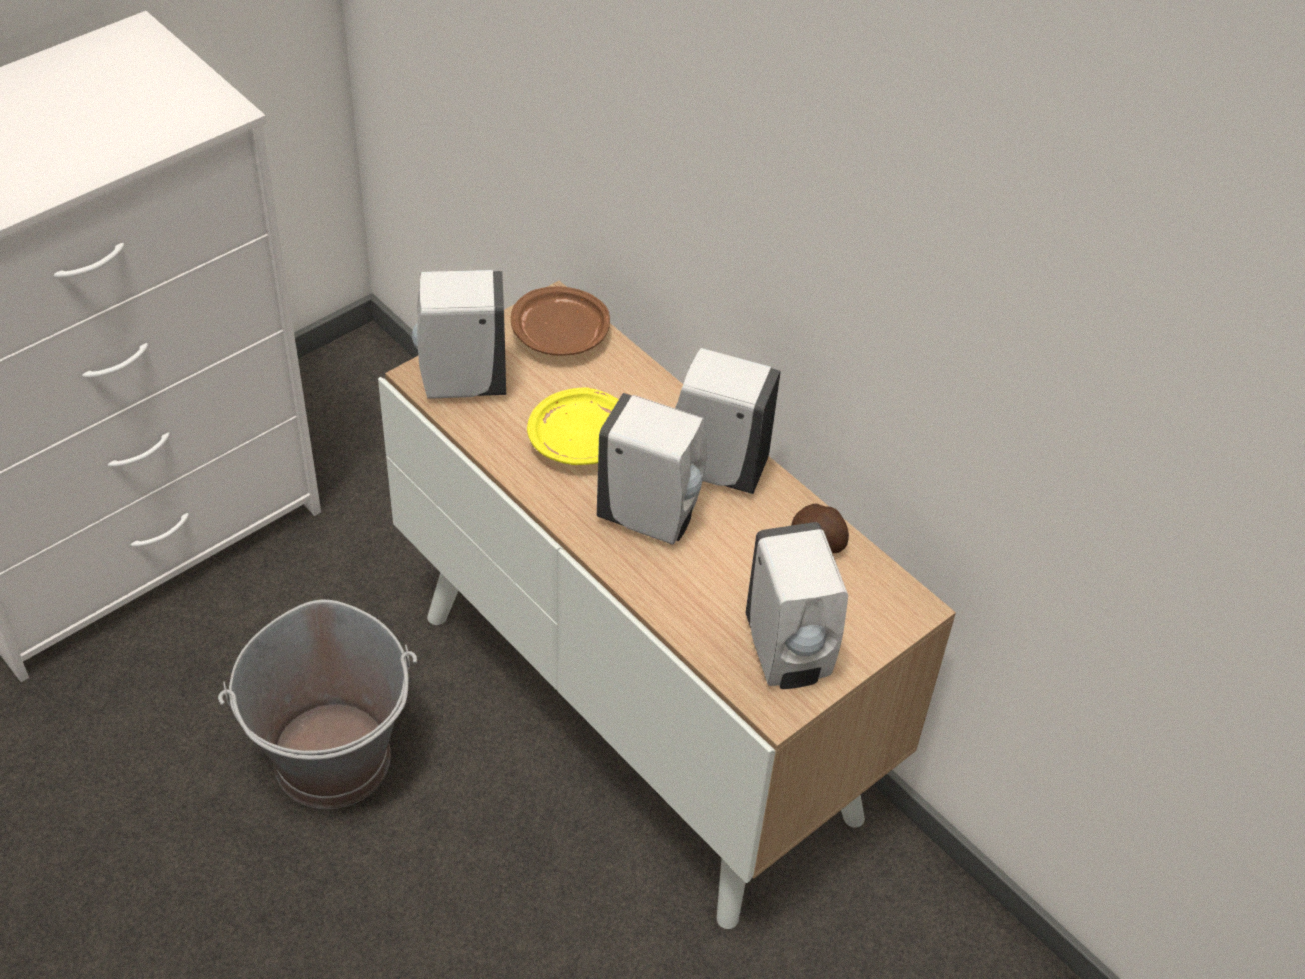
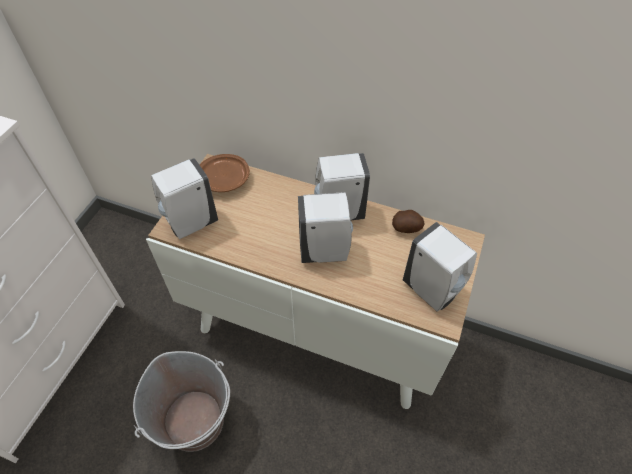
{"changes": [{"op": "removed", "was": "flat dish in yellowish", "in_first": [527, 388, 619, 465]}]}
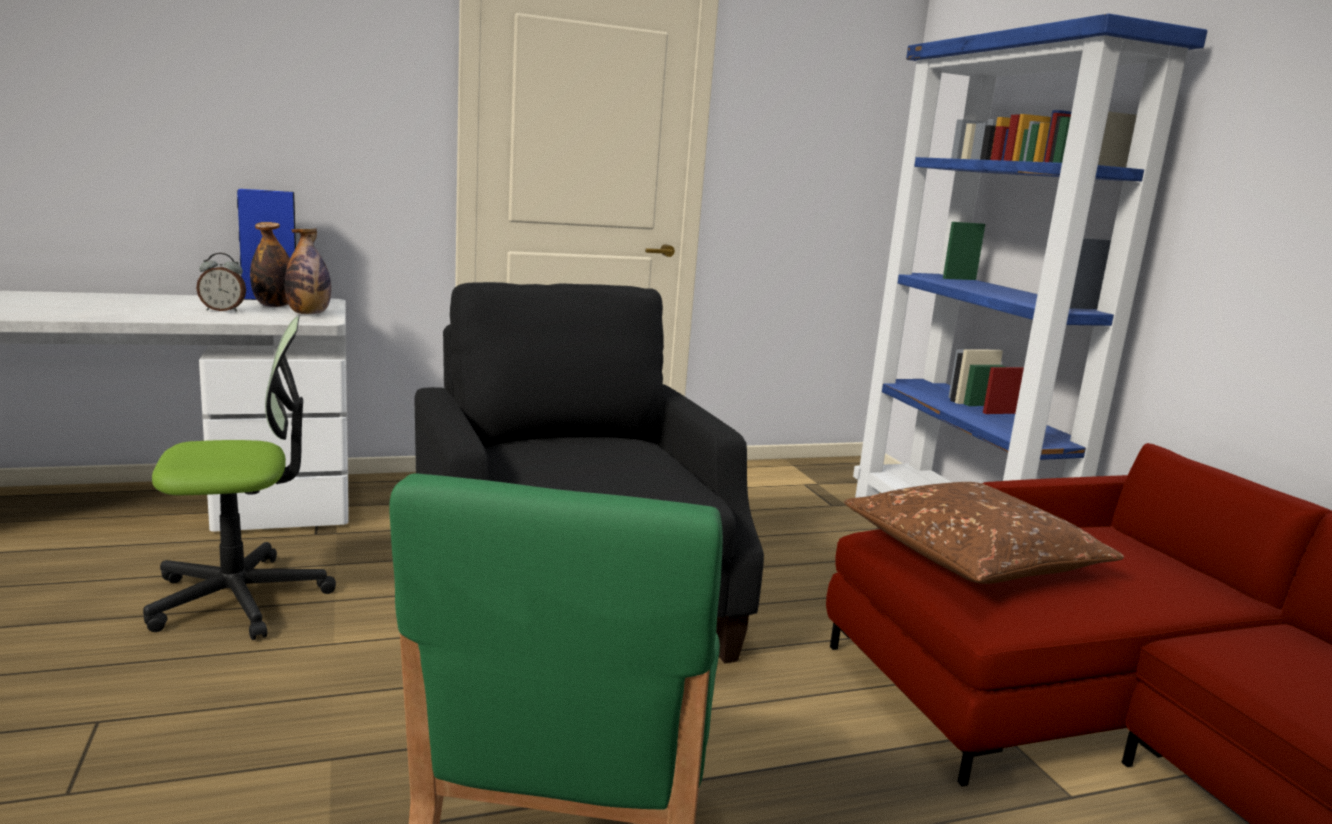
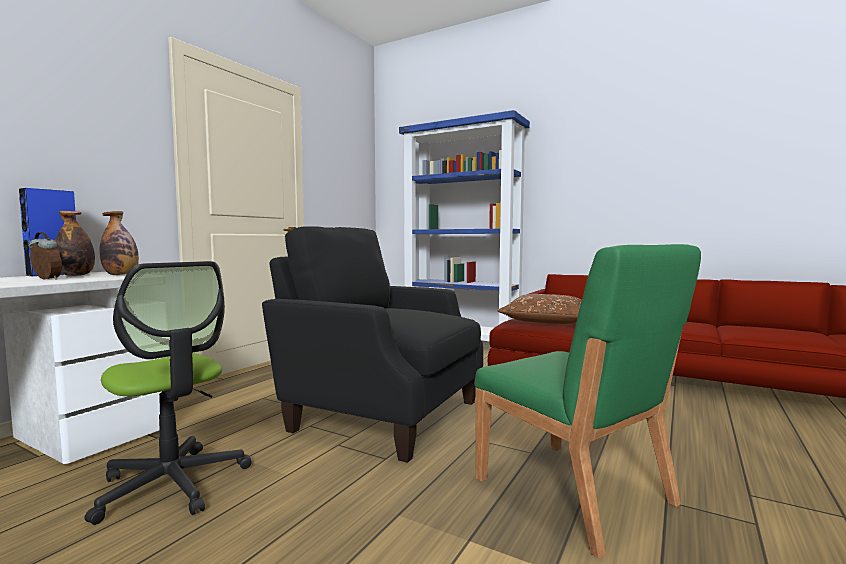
{"changes": [{"op": "turned", "was": "computer chair", "in_first": [143, 317, 336, 640], "in_second": [84, 261, 252, 525], "clockwise": 105}, {"op": "turned", "was": "table clock", "in_first": [196, 253, 246, 312], "in_second": [28, 232, 62, 280], "clockwise": -105}]}
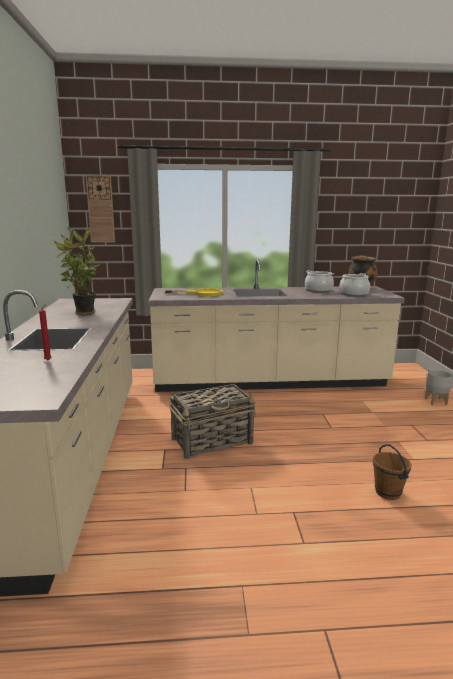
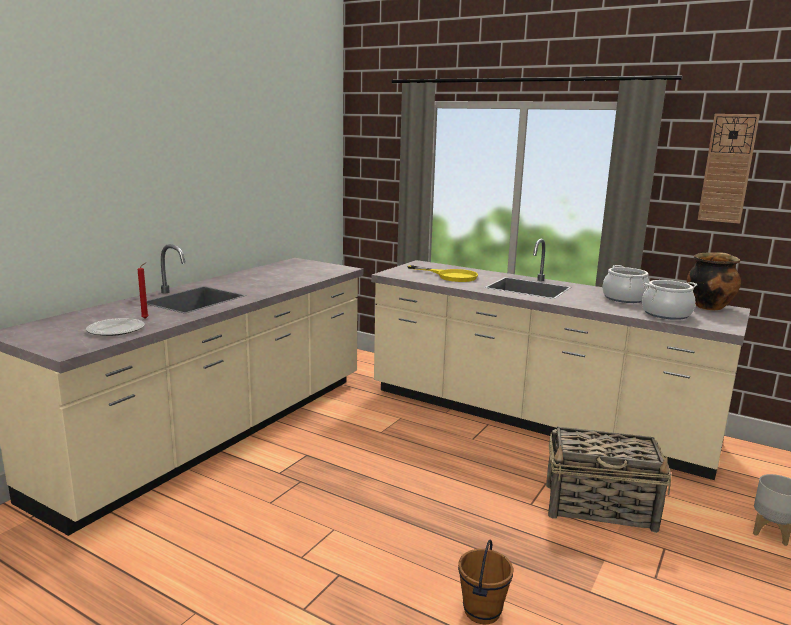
{"changes": [{"op": "removed", "was": "houseplant", "in_first": [54, 227, 101, 315]}, {"op": "moved", "was": "clock on the wall", "in_first": [85, 175, 115, 243], "in_second": [698, 114, 760, 224]}, {"op": "moved", "was": "household basket", "in_first": [169, 384, 256, 459], "in_second": [546, 427, 671, 533]}, {"op": "added", "now": "flat dish", "in_second": [86, 318, 145, 336]}]}
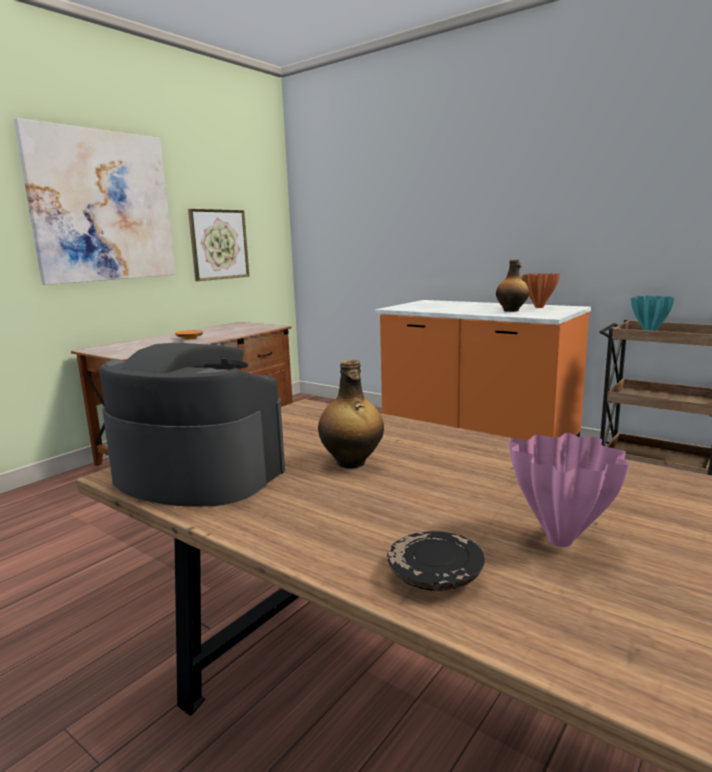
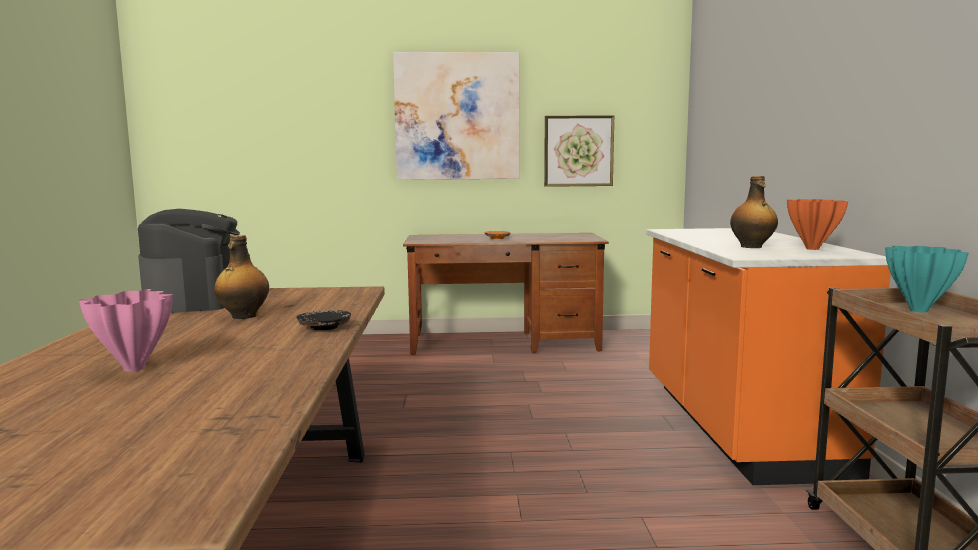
{"changes": [{"op": "moved", "was": "flat dish in black", "in_first": [387, 531, 485, 591], "in_second": [296, 310, 351, 330]}]}
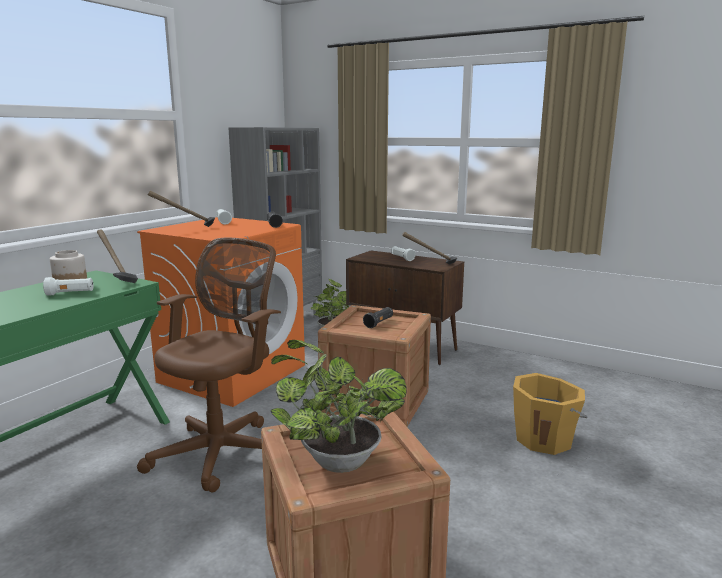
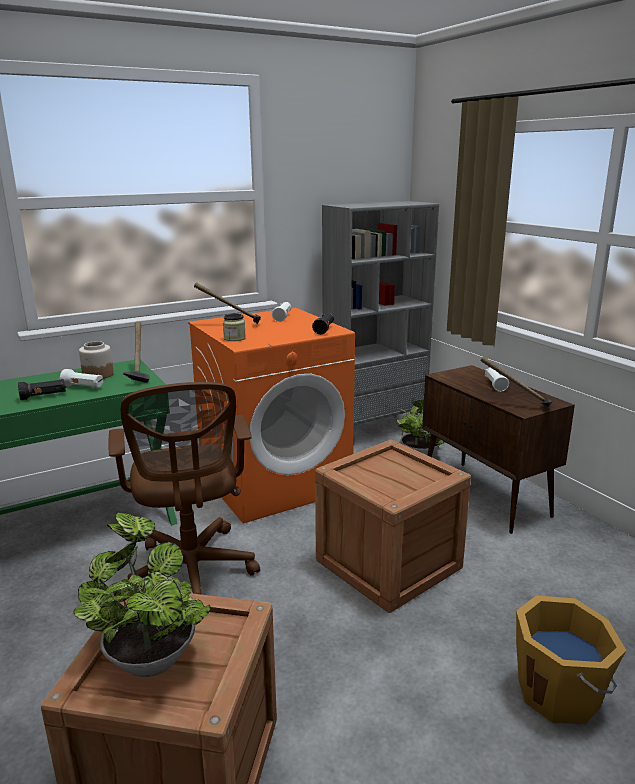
{"changes": [{"op": "turned", "was": "computer chair in brownish", "in_first": [137, 238, 281, 493], "in_second": [109, 382, 260, 595], "clockwise": 105}, {"op": "moved", "was": "flashlight in black", "in_first": [363, 307, 393, 328], "in_second": [18, 379, 66, 400]}, {"op": "added", "now": "jar", "in_second": [223, 313, 246, 341]}]}
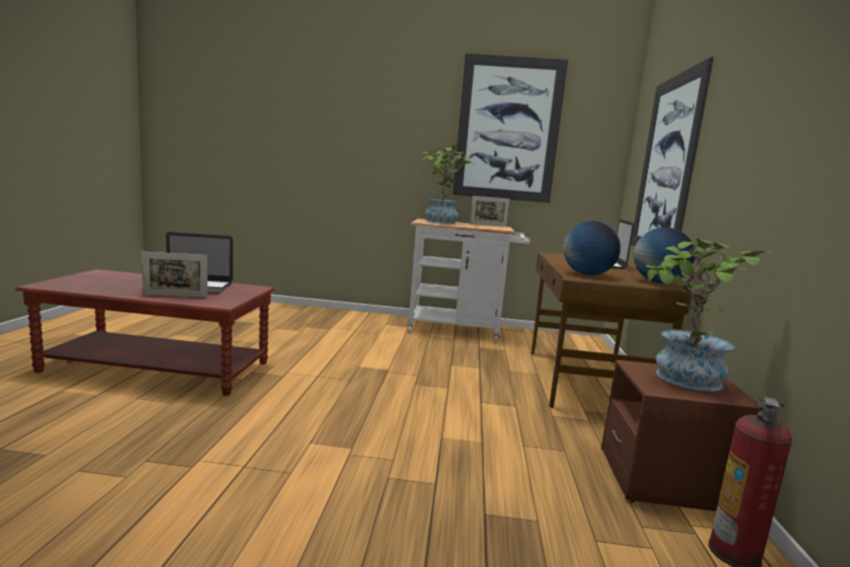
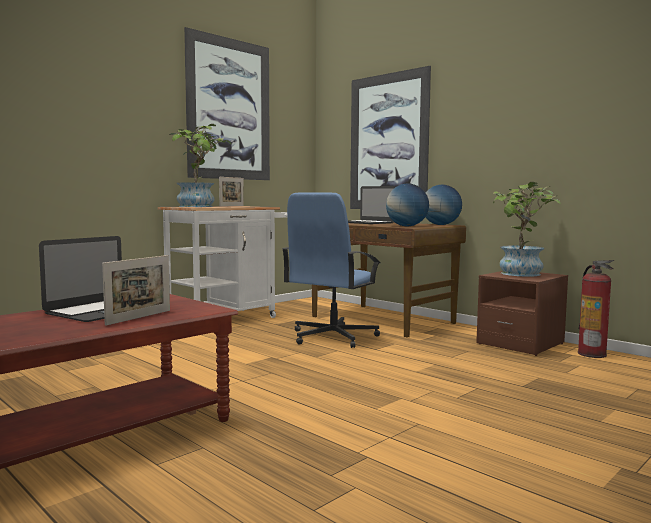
{"changes": [{"op": "added", "now": "computer chair in blue", "in_second": [282, 193, 381, 348]}]}
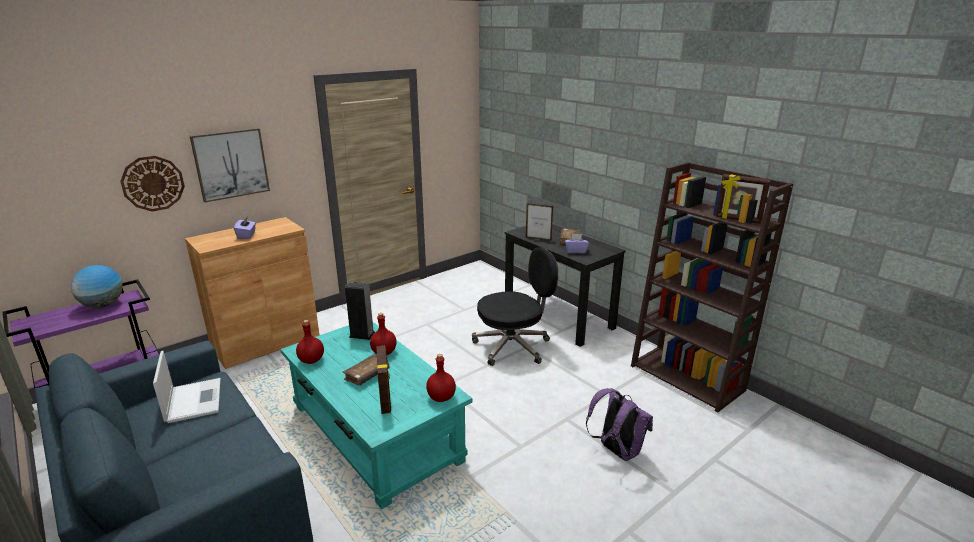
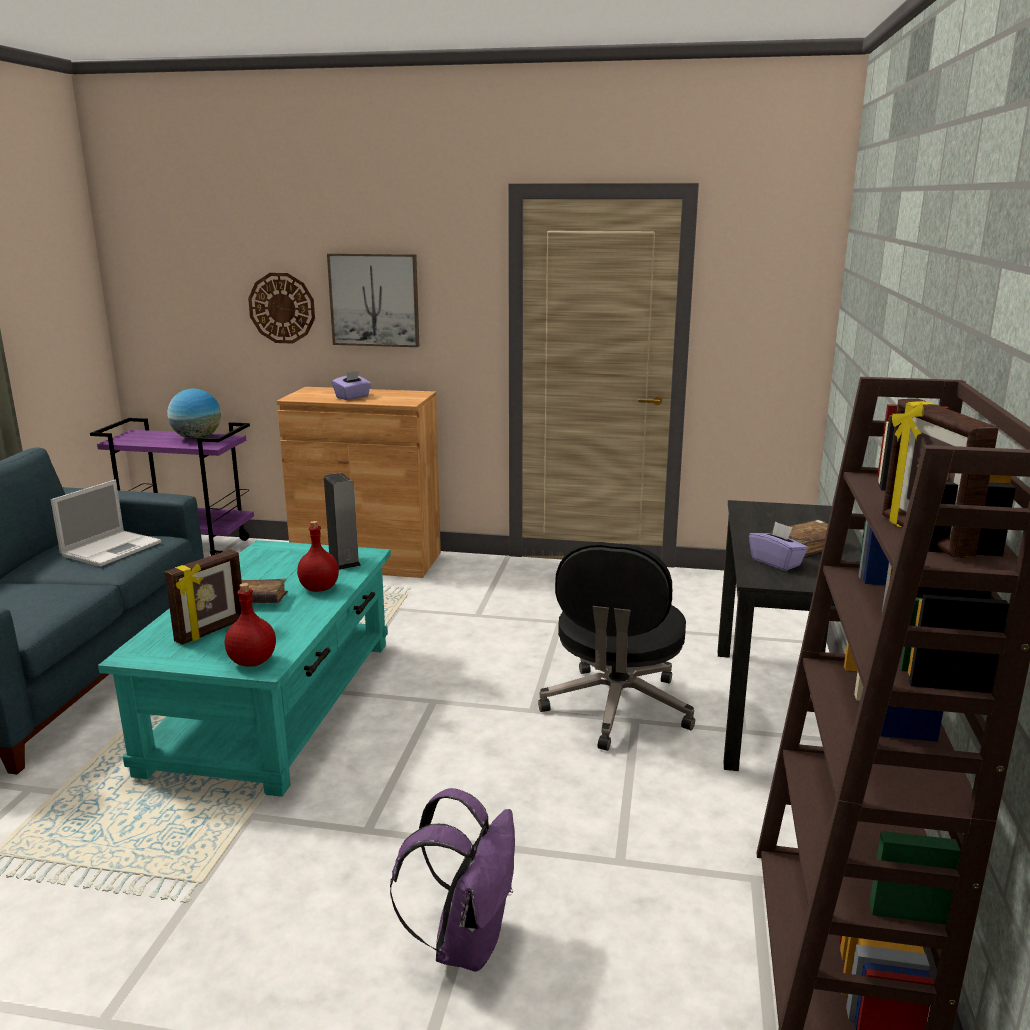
{"changes": [{"op": "removed", "was": "beverage bottle in reddish", "in_first": [296, 320, 324, 364]}, {"op": "turned", "was": "computer chair in black", "in_first": [472, 247, 558, 366], "in_second": [538, 542, 695, 751], "clockwise": 75}, {"op": "removed", "was": "standing frame", "in_first": [526, 203, 553, 241]}]}
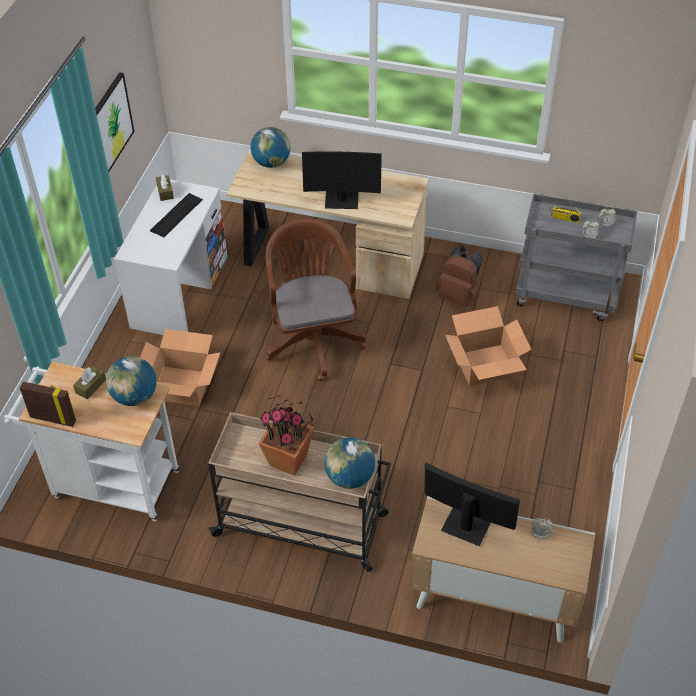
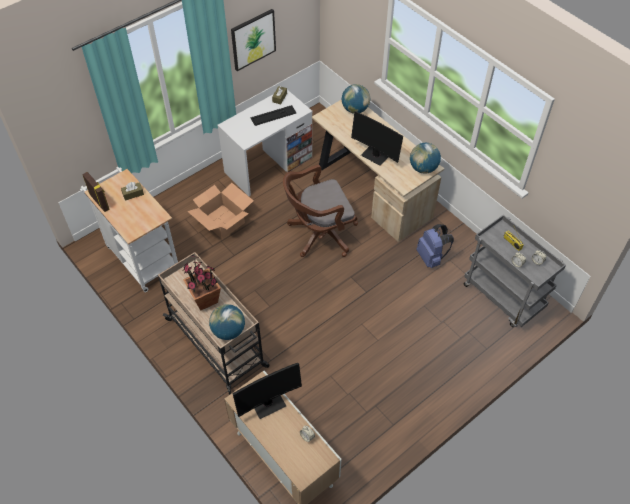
{"changes": [{"op": "moved", "was": "desk globe", "in_first": [106, 356, 157, 406], "in_second": [410, 143, 441, 174]}, {"op": "turned", "was": "computer chair in brownish", "in_first": [265, 218, 366, 381], "in_second": [283, 165, 358, 257], "clockwise": -135}, {"op": "turned", "was": "monitor", "in_first": [425, 463, 520, 546], "in_second": [232, 363, 302, 419], "clockwise": 90}, {"op": "recoloured", "was": "knapsack in brownish", "now": "knapsack in blue", "in_first": [436, 245, 483, 307], "in_second": [417, 224, 454, 268]}, {"op": "removed", "was": "carton", "in_first": [445, 306, 532, 386]}]}
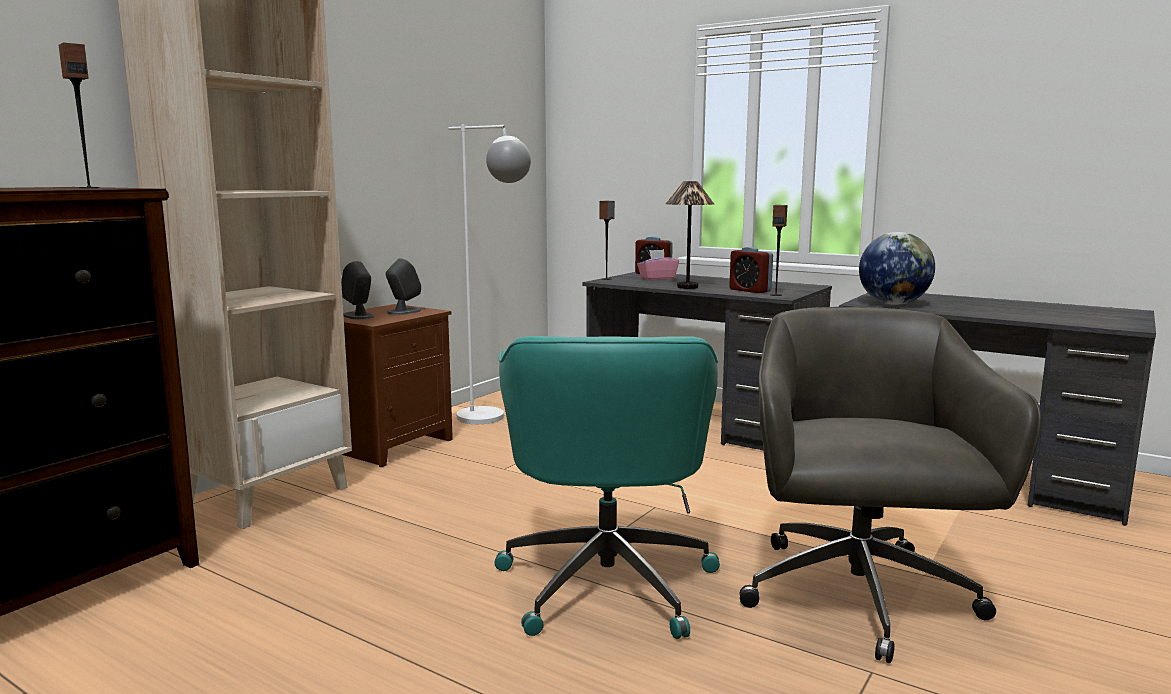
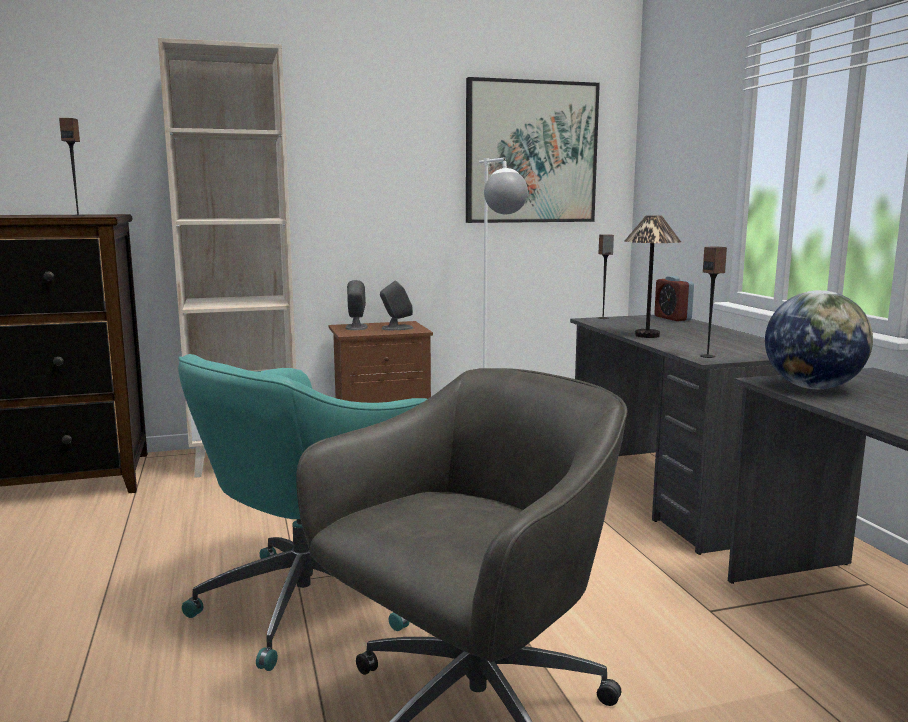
{"changes": [{"op": "removed", "was": "box of tissues in pinkish", "in_first": [637, 249, 679, 280]}, {"op": "removed", "was": "table clock", "in_first": [729, 247, 773, 293]}, {"op": "added", "now": "wall picture", "in_second": [466, 77, 600, 223]}]}
